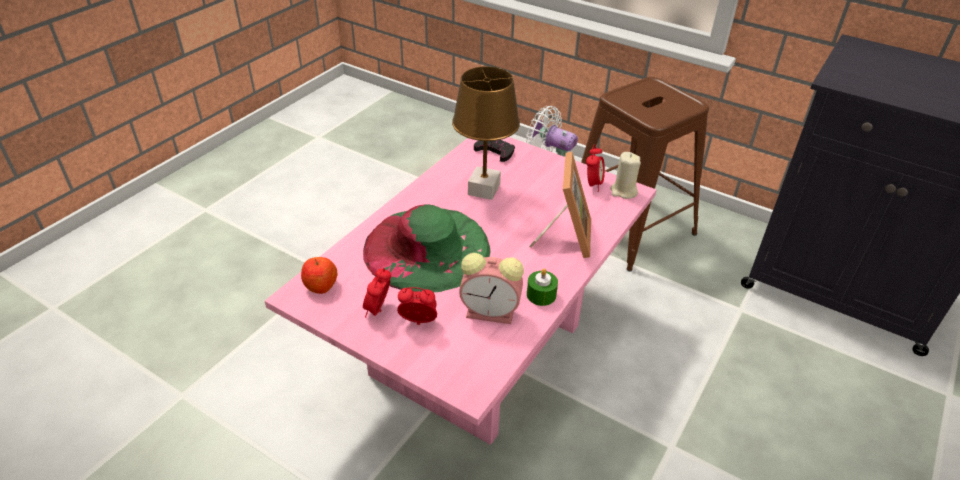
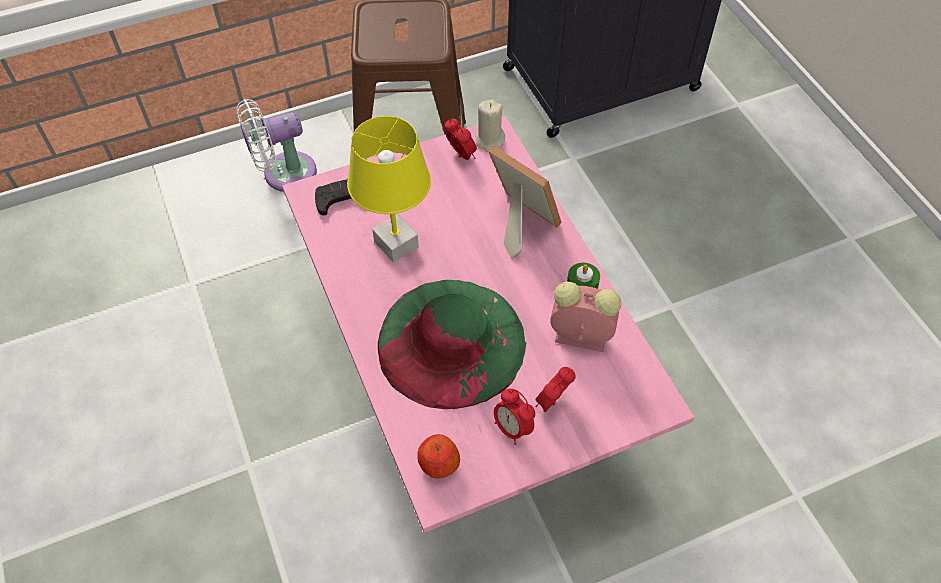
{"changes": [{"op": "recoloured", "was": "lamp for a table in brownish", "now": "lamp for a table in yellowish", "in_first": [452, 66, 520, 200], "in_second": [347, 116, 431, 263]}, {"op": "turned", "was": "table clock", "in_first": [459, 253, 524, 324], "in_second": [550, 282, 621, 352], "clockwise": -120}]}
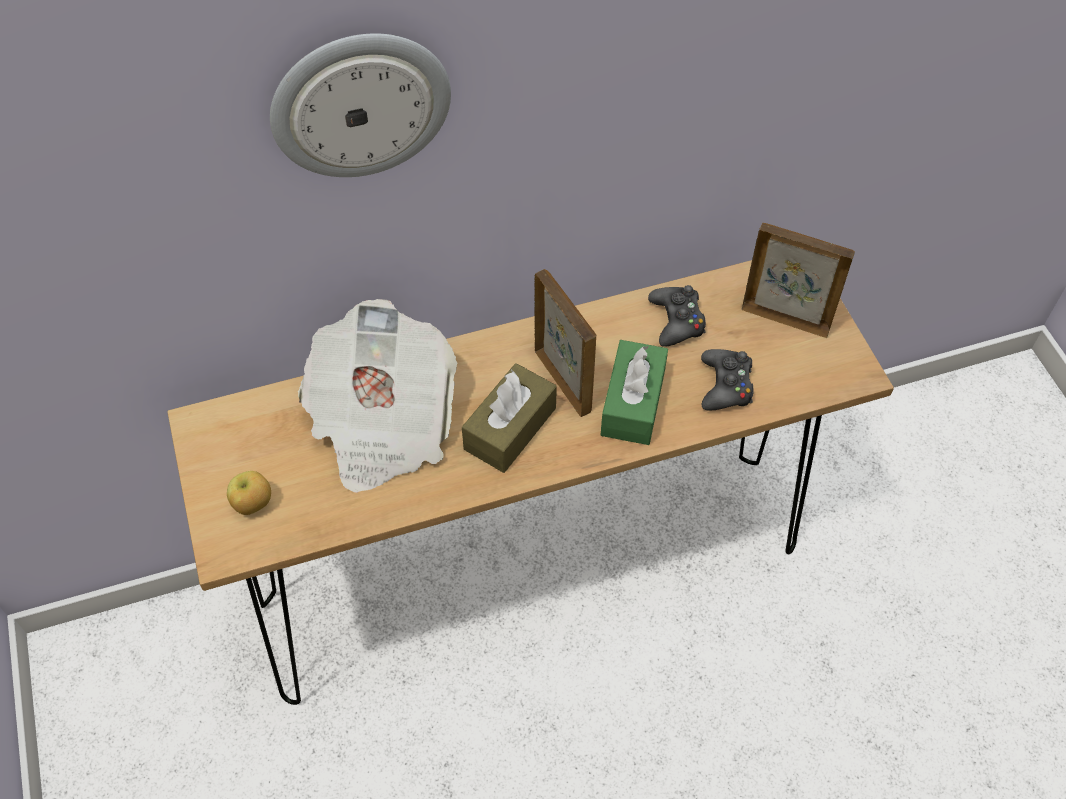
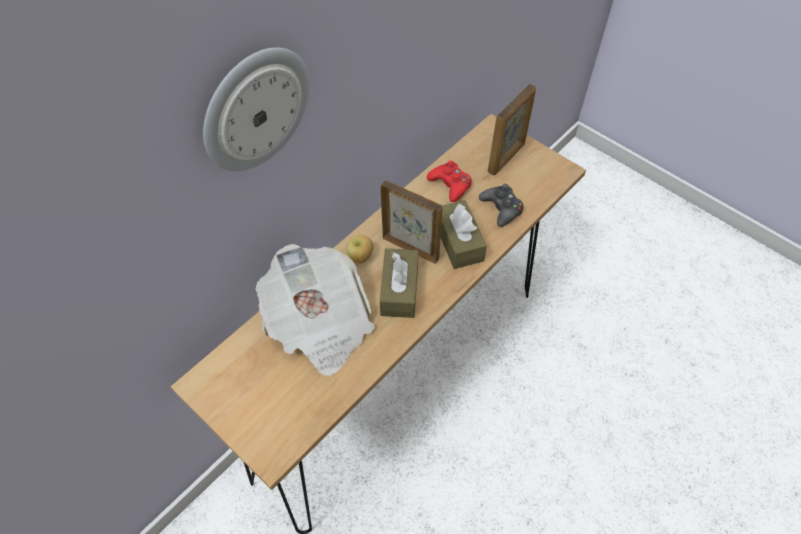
{"changes": [{"op": "moved", "was": "apple fruit", "in_first": [227, 471, 271, 515], "in_second": [346, 235, 373, 264]}, {"op": "recoloured", "was": "box of tissues in greenish", "now": "box of tissues in brownish", "in_first": [601, 340, 668, 445], "in_second": [441, 200, 487, 269]}, {"op": "recoloured", "was": "gamepad in black", "now": "gamepad in reddish", "in_first": [648, 285, 706, 347], "in_second": [427, 160, 472, 202]}, {"op": "turned", "was": "standing frame", "in_first": [742, 223, 855, 338], "in_second": [488, 84, 536, 175], "clockwise": 135}]}
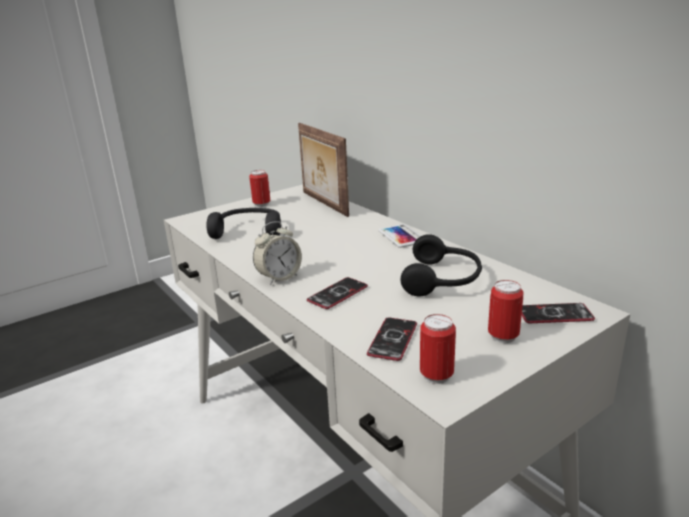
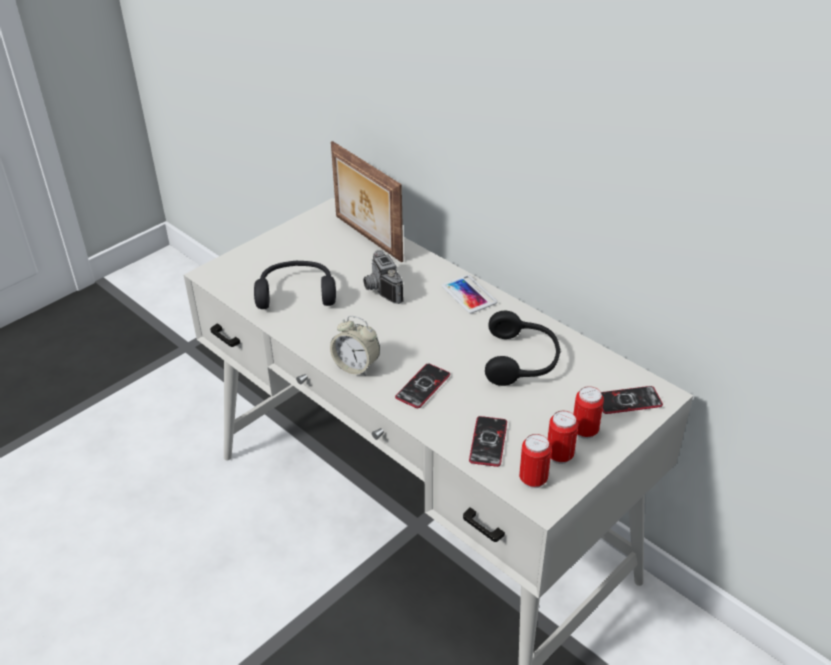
{"changes": [{"op": "moved", "was": "can", "in_first": [249, 170, 270, 207], "in_second": [548, 411, 578, 464]}, {"op": "turned", "was": "table clock", "in_first": [253, 221, 302, 285], "in_second": [330, 316, 380, 376], "clockwise": 75}, {"op": "added", "now": "photo camera", "in_second": [363, 250, 404, 304]}]}
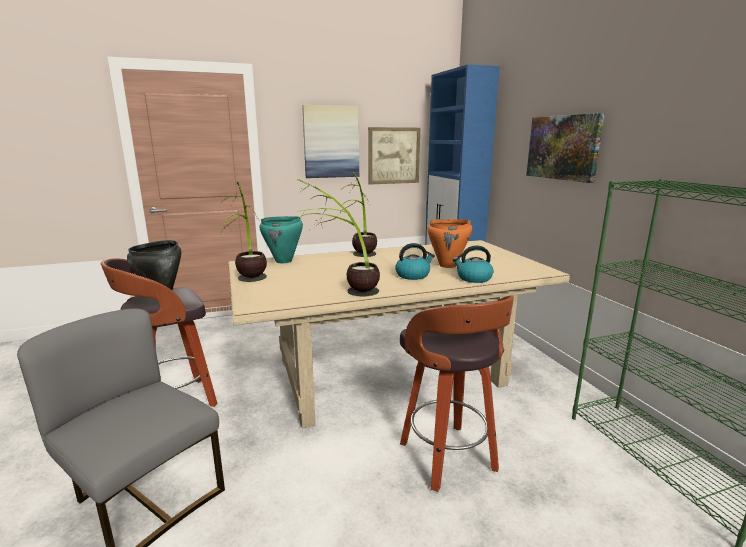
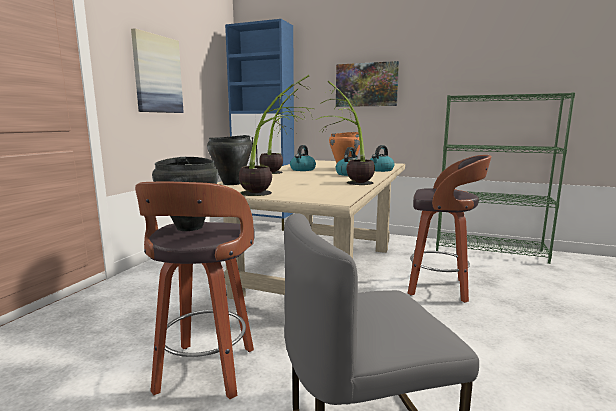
{"changes": [{"op": "recoloured", "was": "cooking pot in blue-green", "now": "cooking pot in black", "in_first": [259, 216, 303, 263], "in_second": [207, 135, 253, 185]}, {"op": "removed", "was": "wall picture", "in_first": [368, 127, 420, 185]}, {"op": "added", "now": "tea kettle", "in_second": [290, 145, 316, 171]}]}
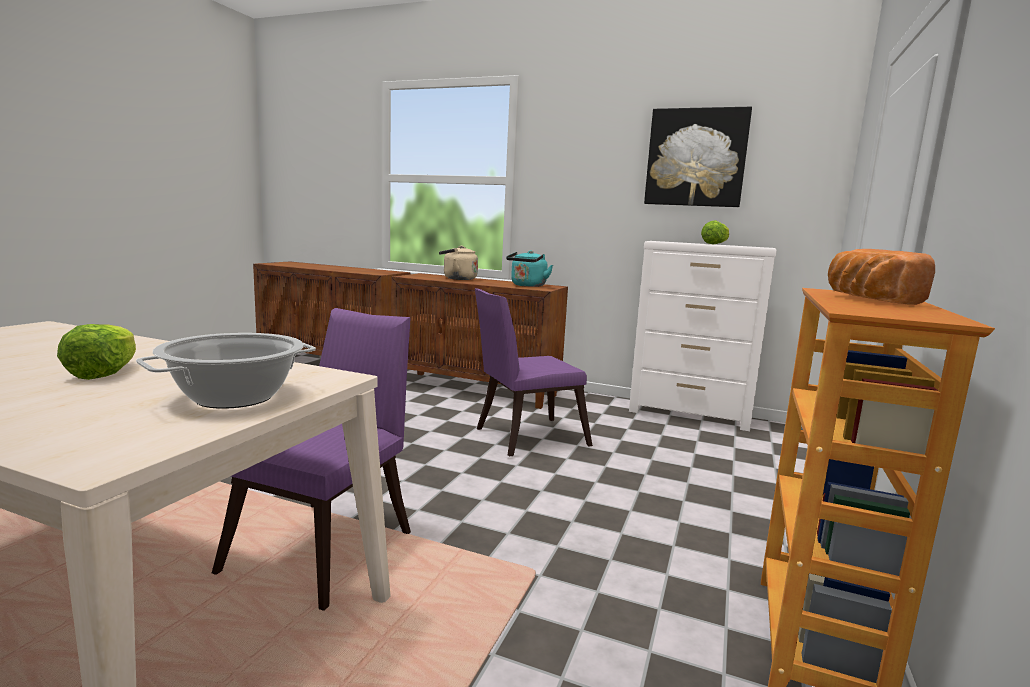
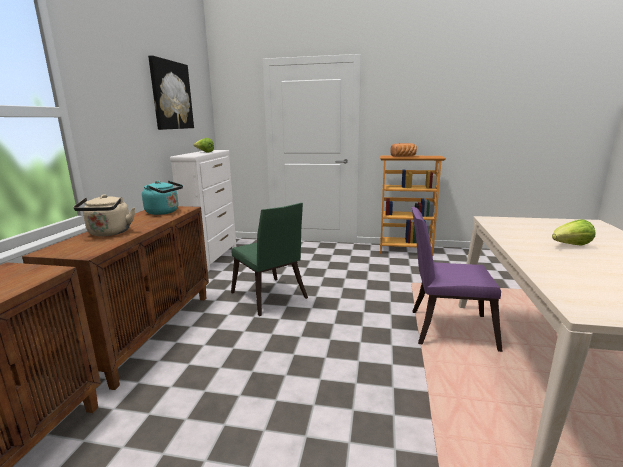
{"changes": [{"op": "removed", "was": "cooking pot", "in_first": [136, 333, 316, 409]}, {"op": "recoloured", "was": "plain chair in purple-coloured", "now": "plain chair in greenish", "in_first": [475, 288, 593, 457], "in_second": [231, 203, 308, 316]}]}
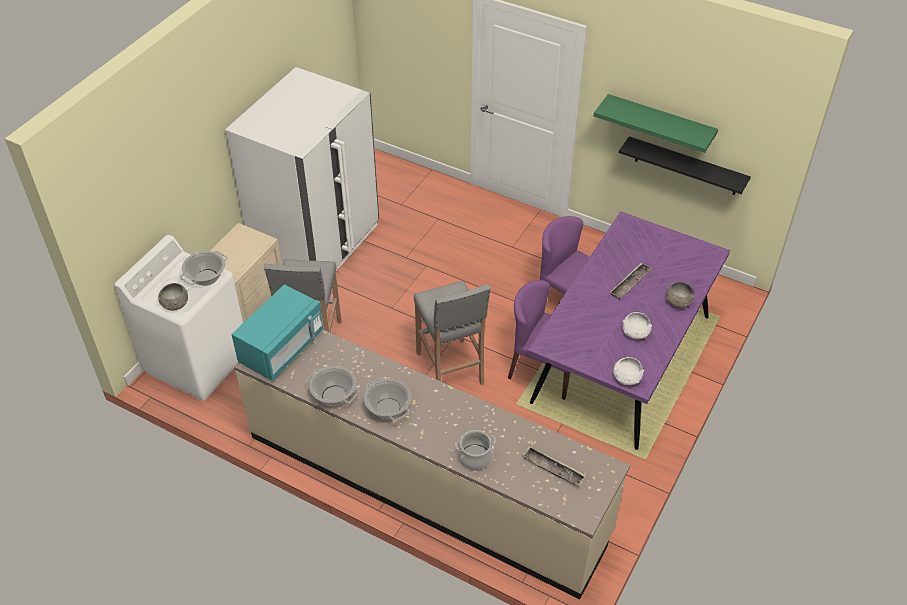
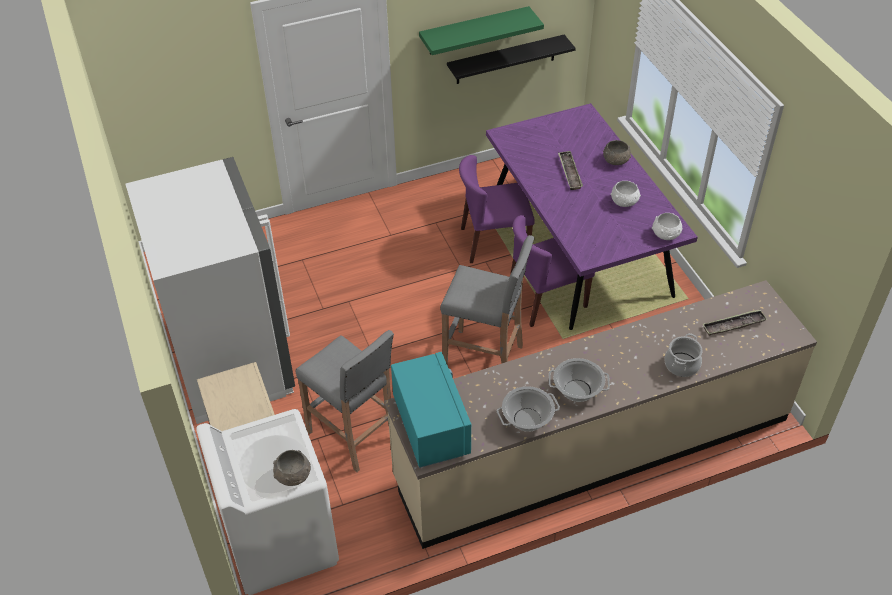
{"changes": [{"op": "removed", "was": "cooking pot", "in_first": [180, 251, 227, 286]}]}
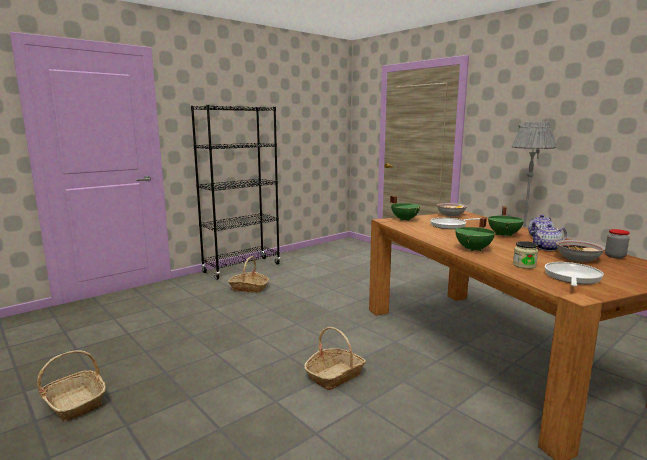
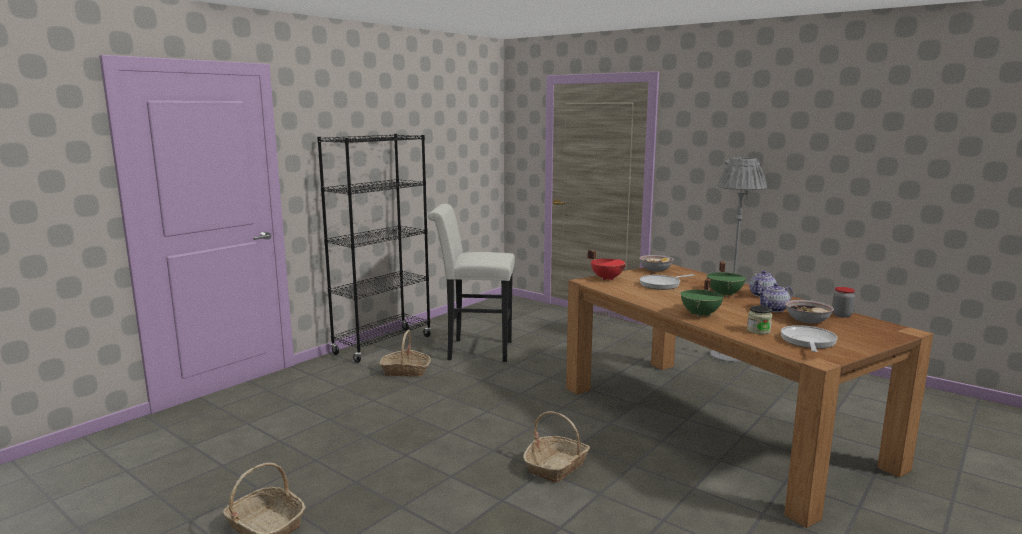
{"changes": [{"op": "recoloured", "was": "cooking pot in greenish", "now": "cooking pot in reddish", "in_first": [390, 196, 420, 221], "in_second": [587, 250, 626, 280]}, {"op": "added", "now": "sitting stool in white", "in_second": [428, 204, 515, 362]}]}
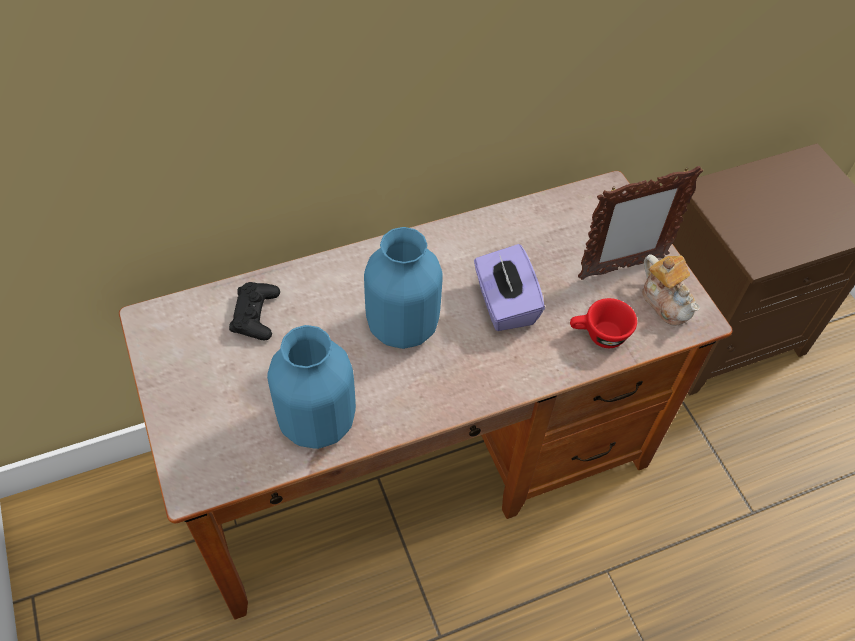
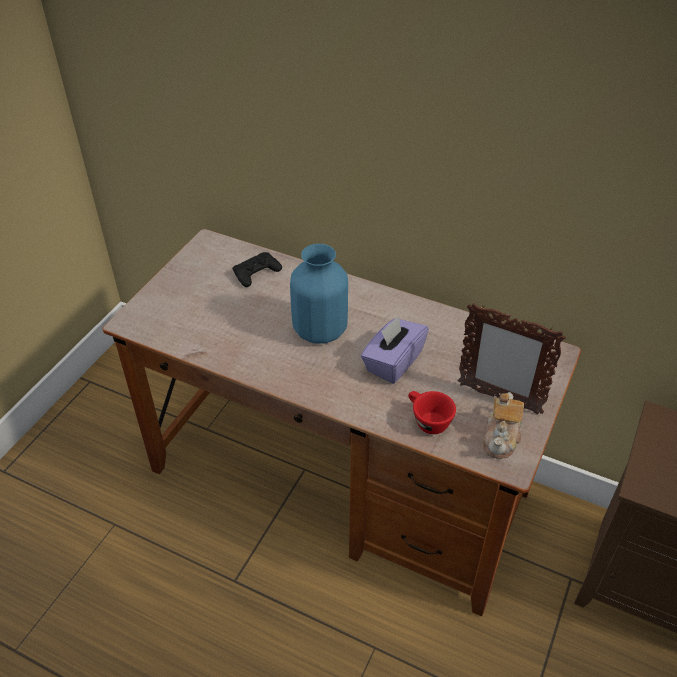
{"changes": [{"op": "removed", "was": "vase in blue", "in_first": [267, 325, 356, 449]}]}
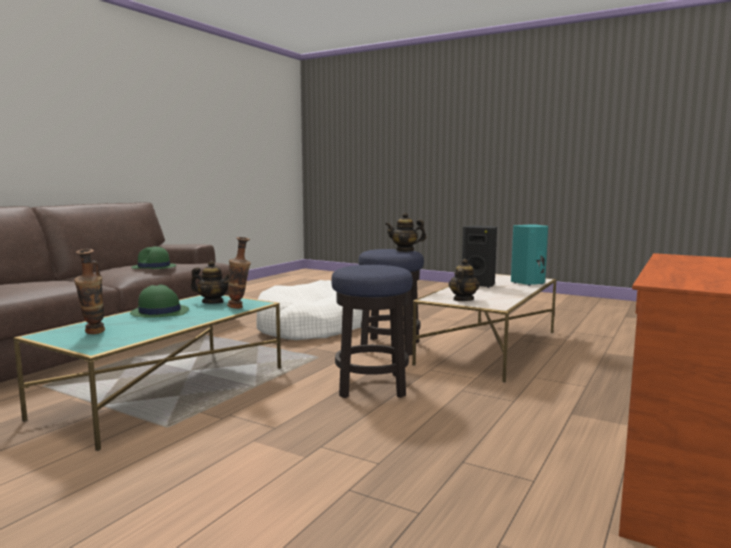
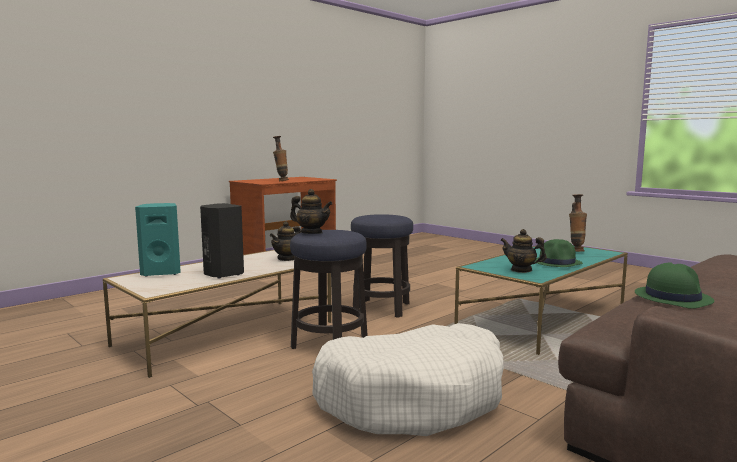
{"changes": [{"op": "moved", "was": "vase", "in_first": [227, 237, 251, 309], "in_second": [273, 136, 289, 182]}]}
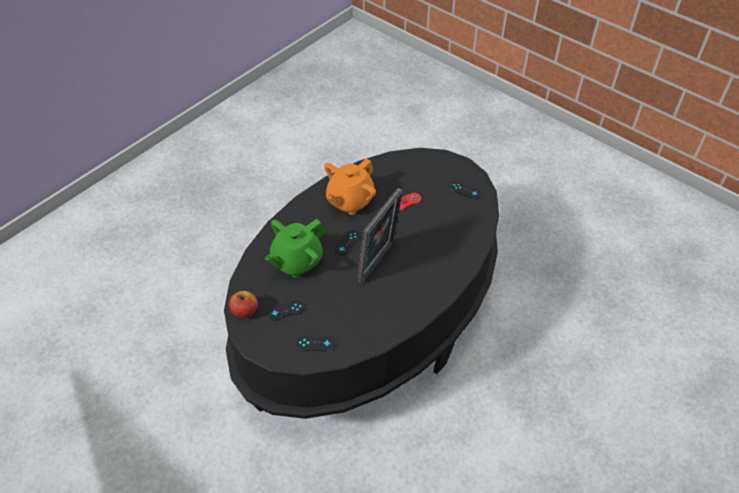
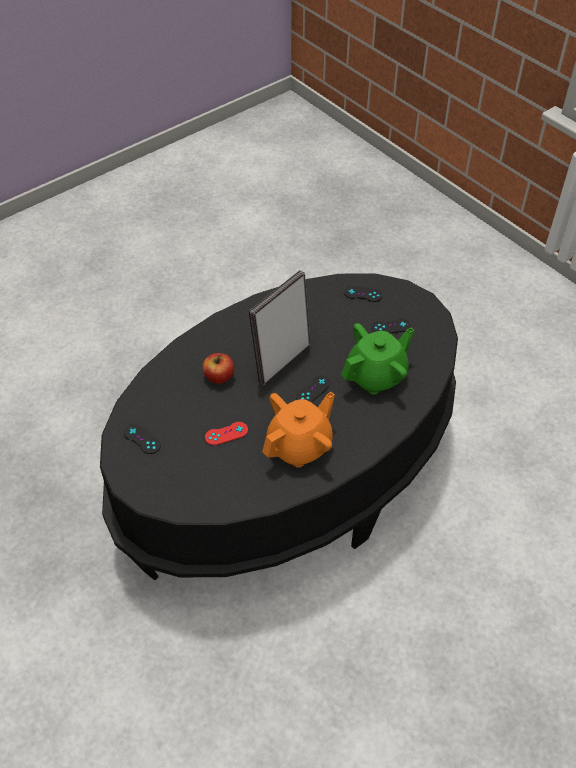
{"changes": [{"op": "moved", "was": "apple fruit", "in_first": [229, 291, 258, 318], "in_second": [203, 353, 234, 384]}]}
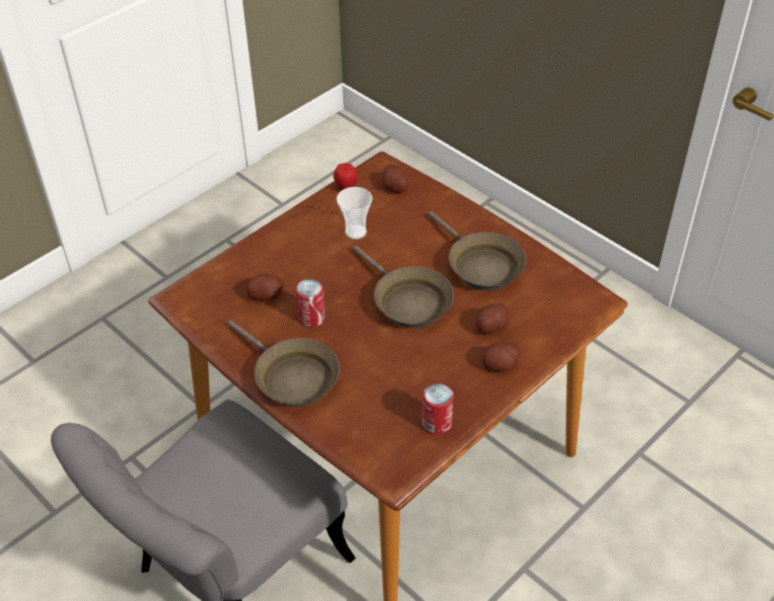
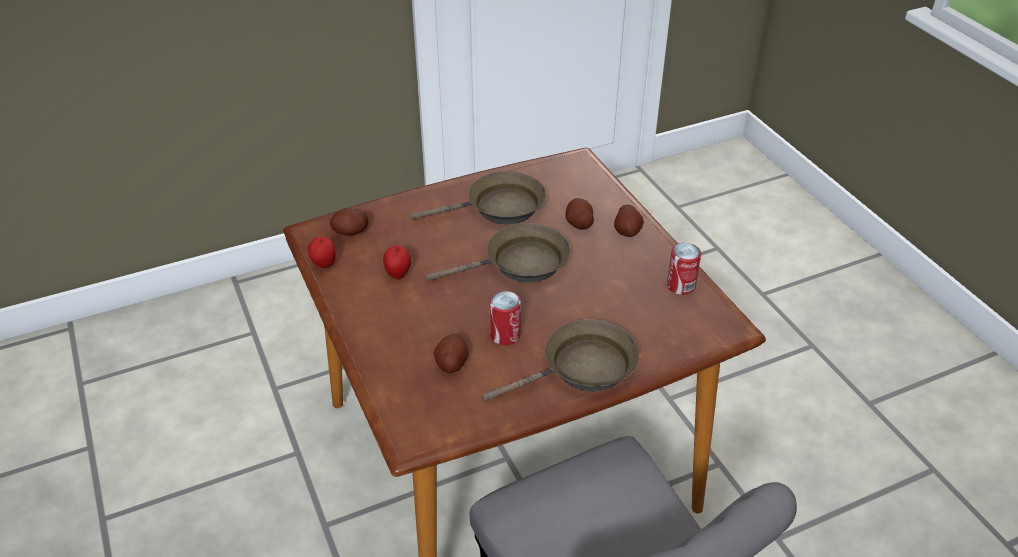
{"changes": [{"op": "replaced", "was": "cup", "now": "apple fruit", "in_first": [337, 187, 372, 239], "in_second": [383, 245, 411, 280]}]}
